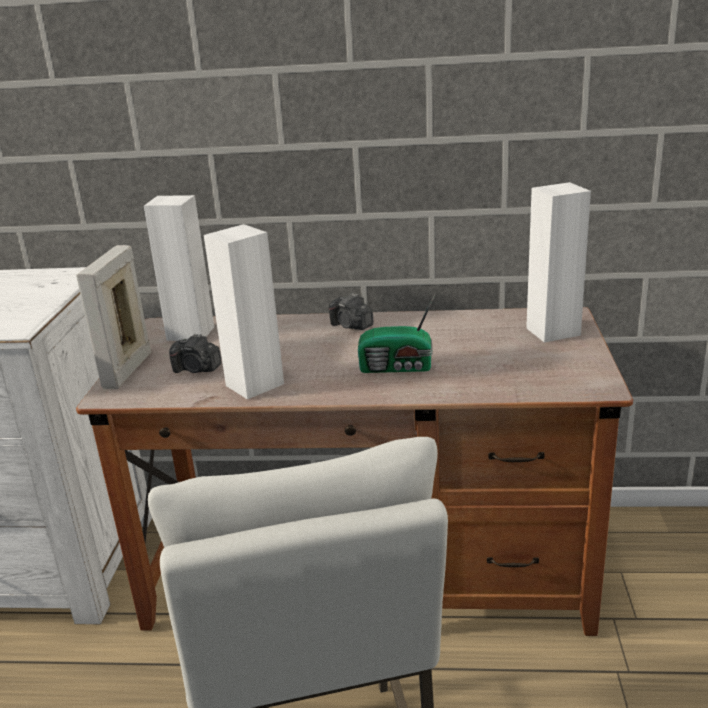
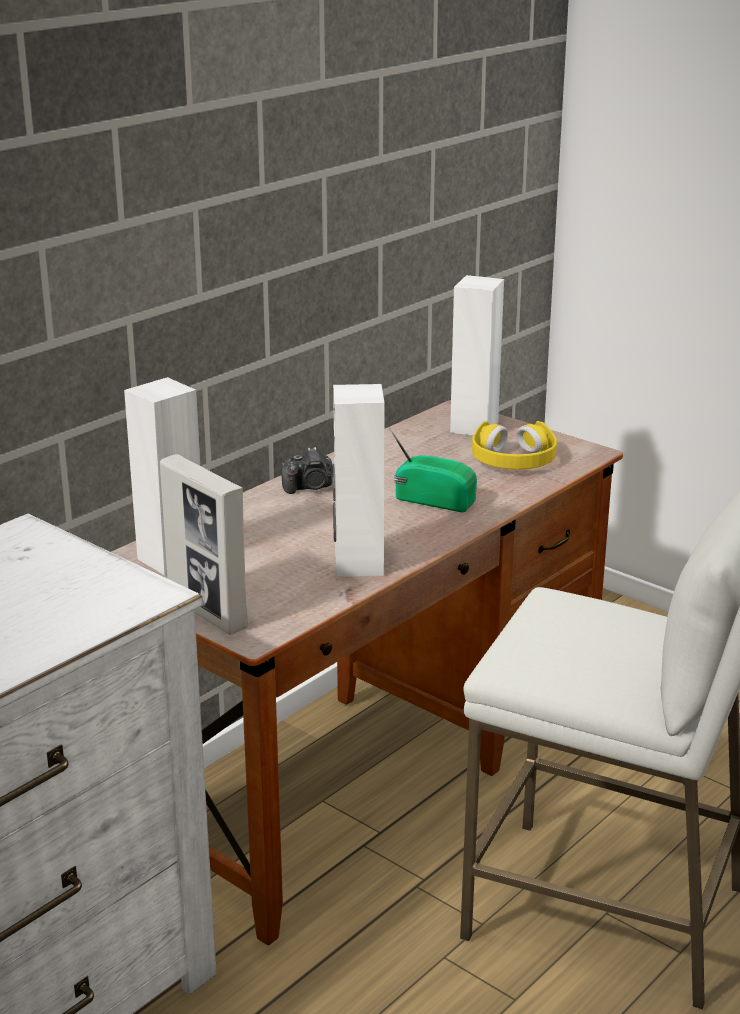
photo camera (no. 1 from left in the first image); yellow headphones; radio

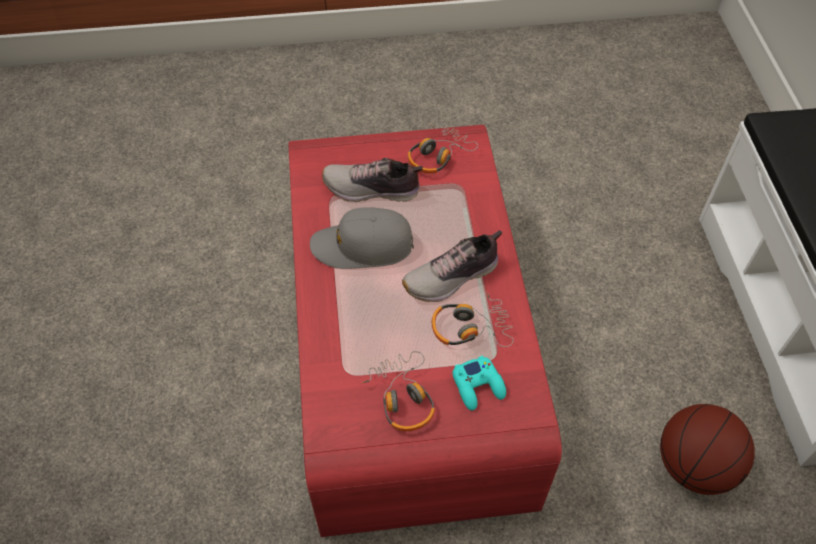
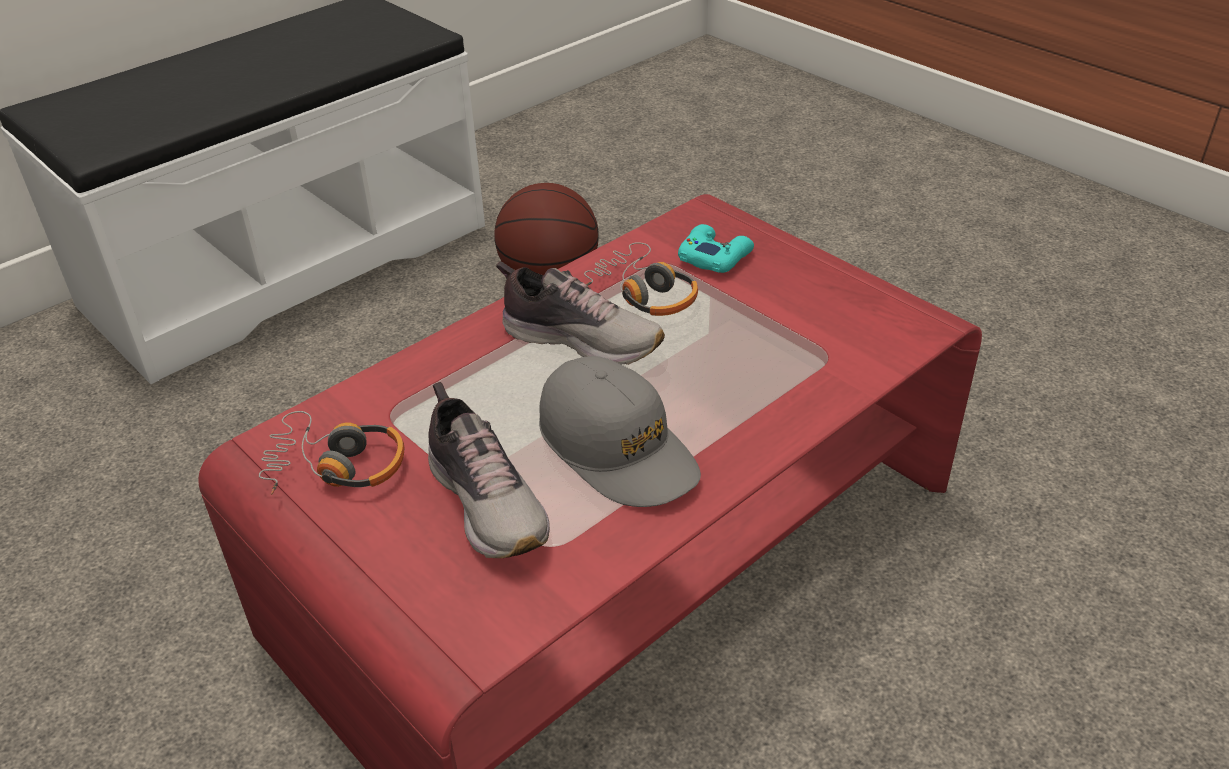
headphones (no. 1 from left in the first image)

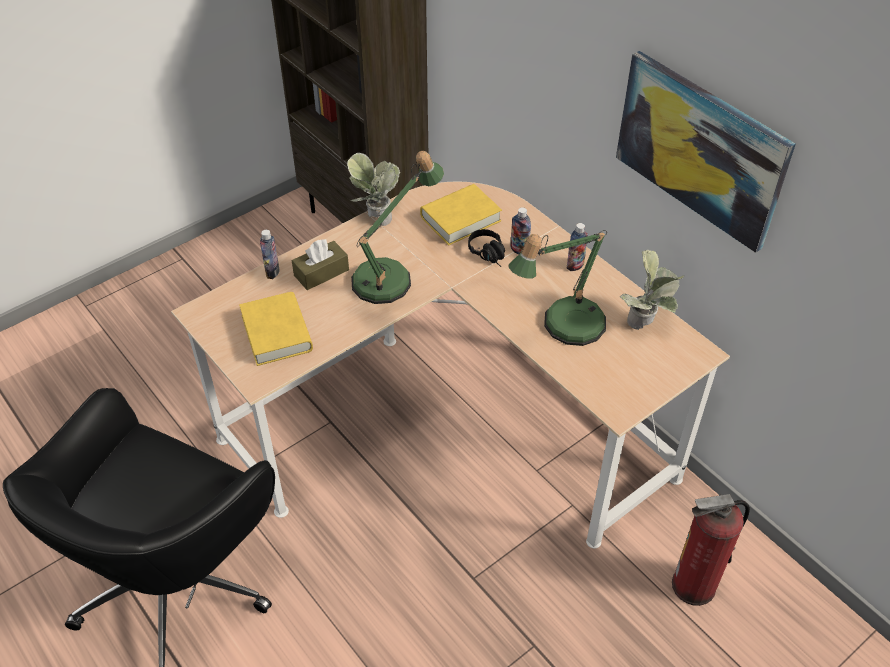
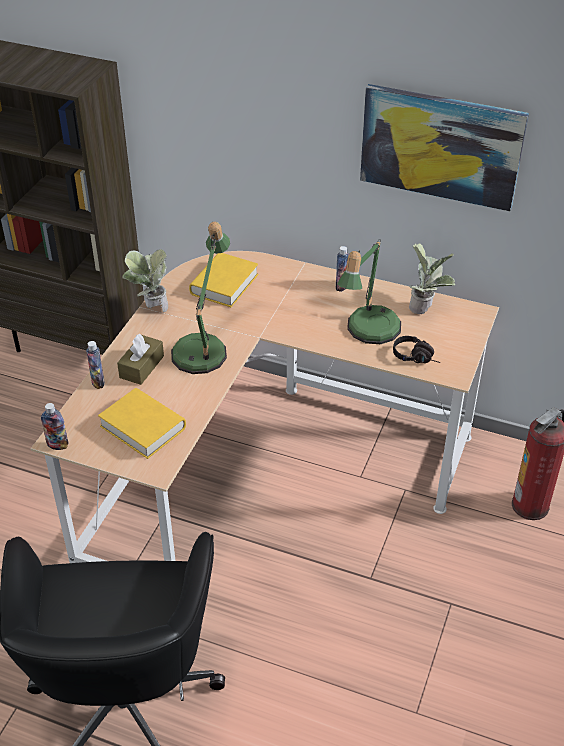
black headphones; bottle (no. 1 from left)

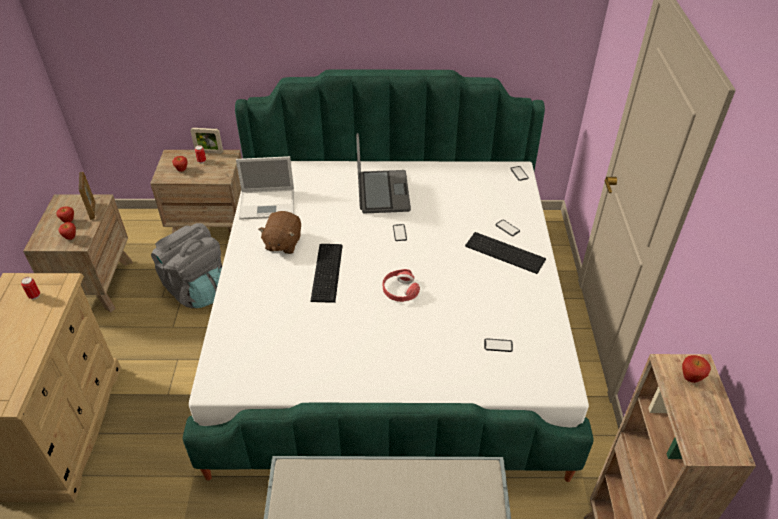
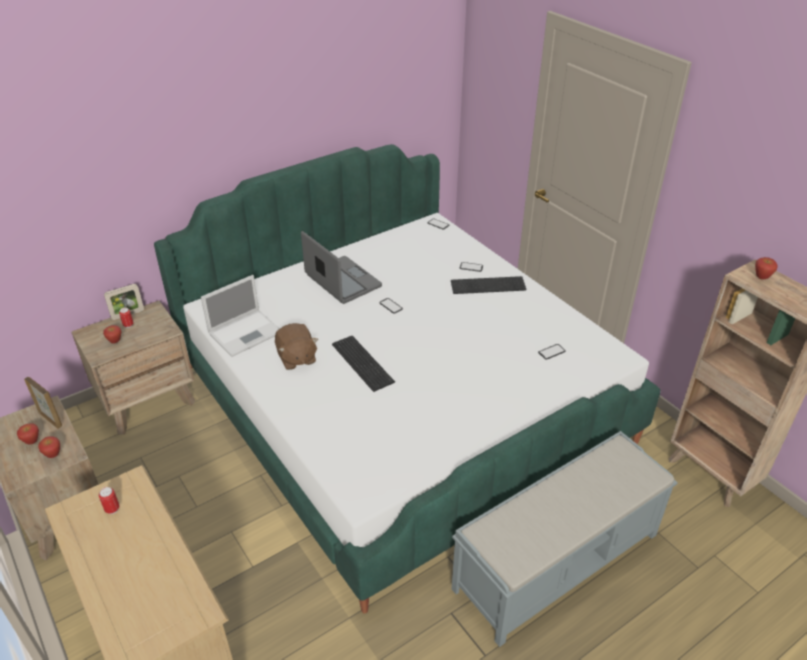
grey backpack; red headphones

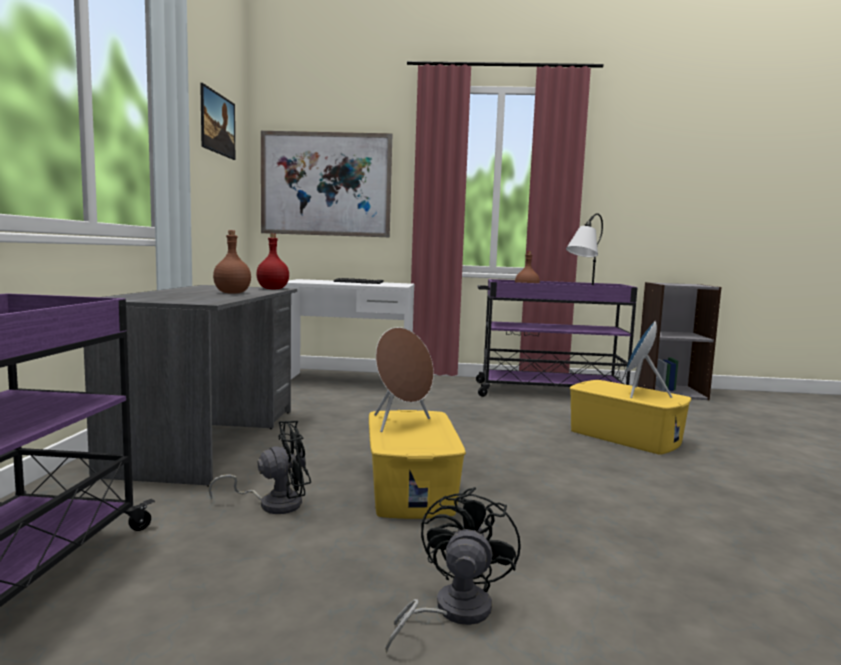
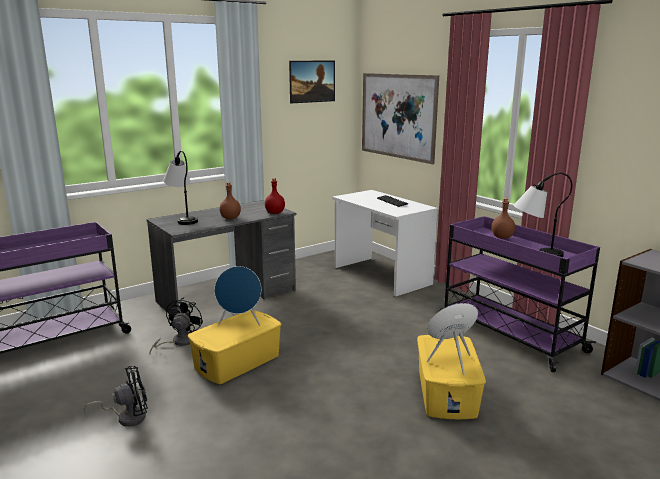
table lamp (no. 1 from left); blue speaker (no. 1 from left); black fan (no. 2 from left)

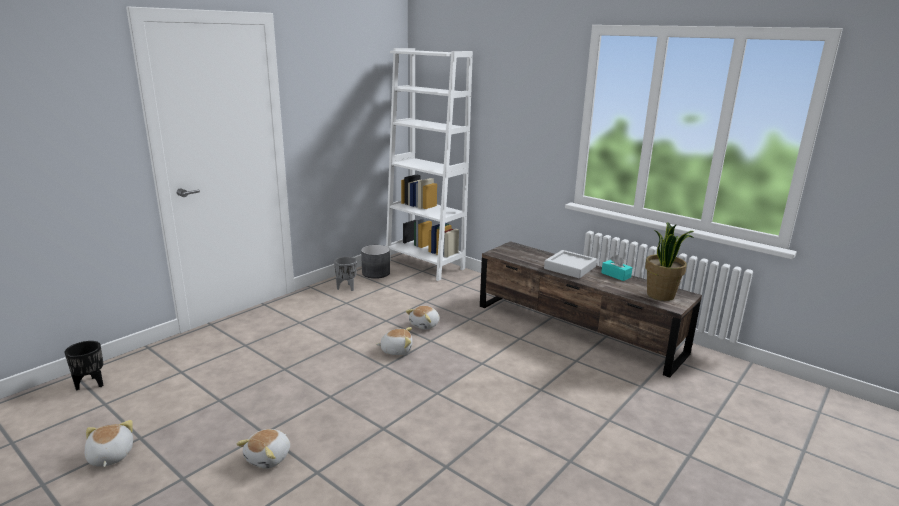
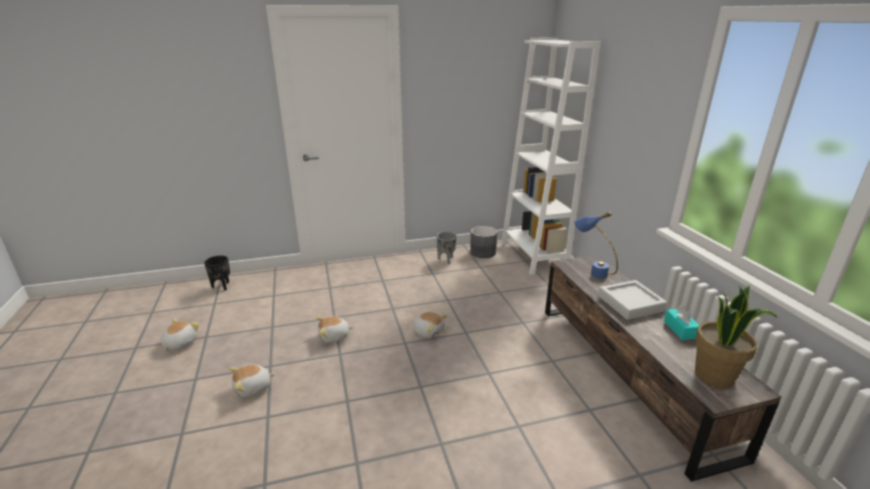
blue table lamp; plush toy (no. 3 from left)

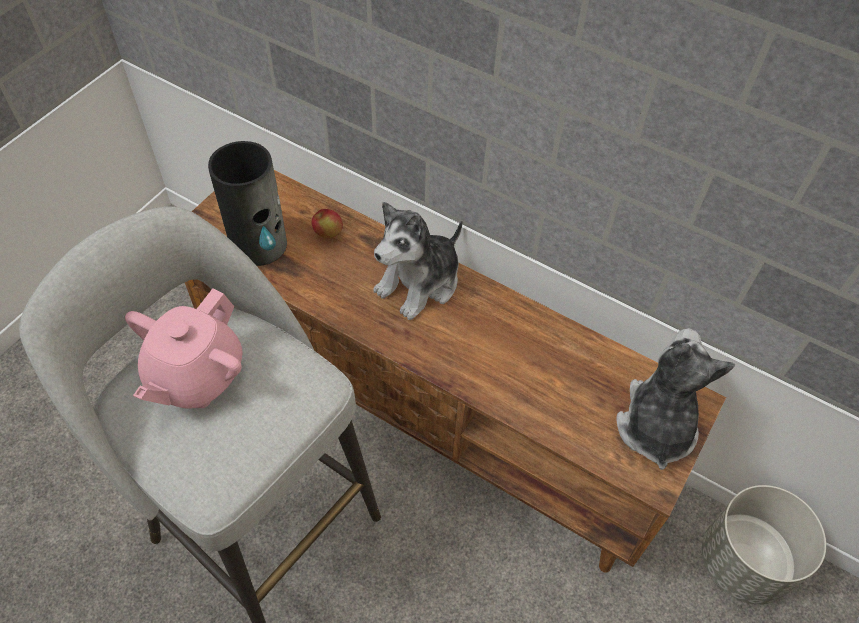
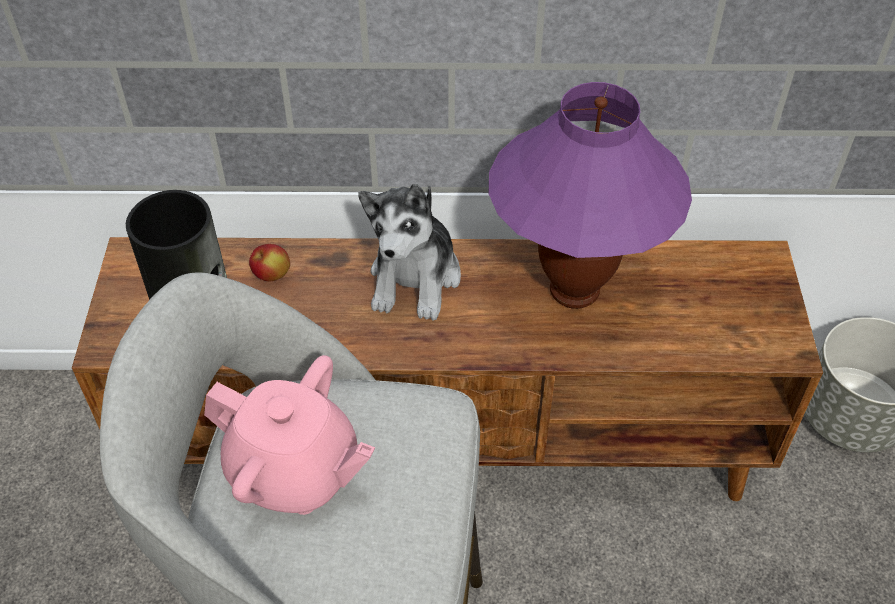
plush toy (no. 2 from left in the first image); purple table lamp; pink teapot

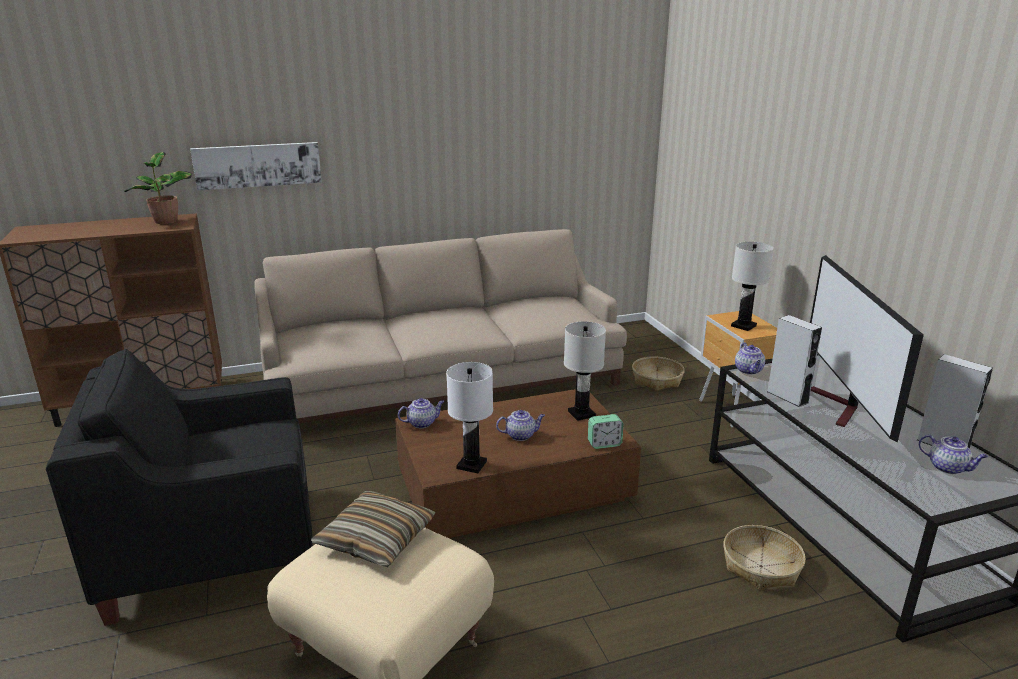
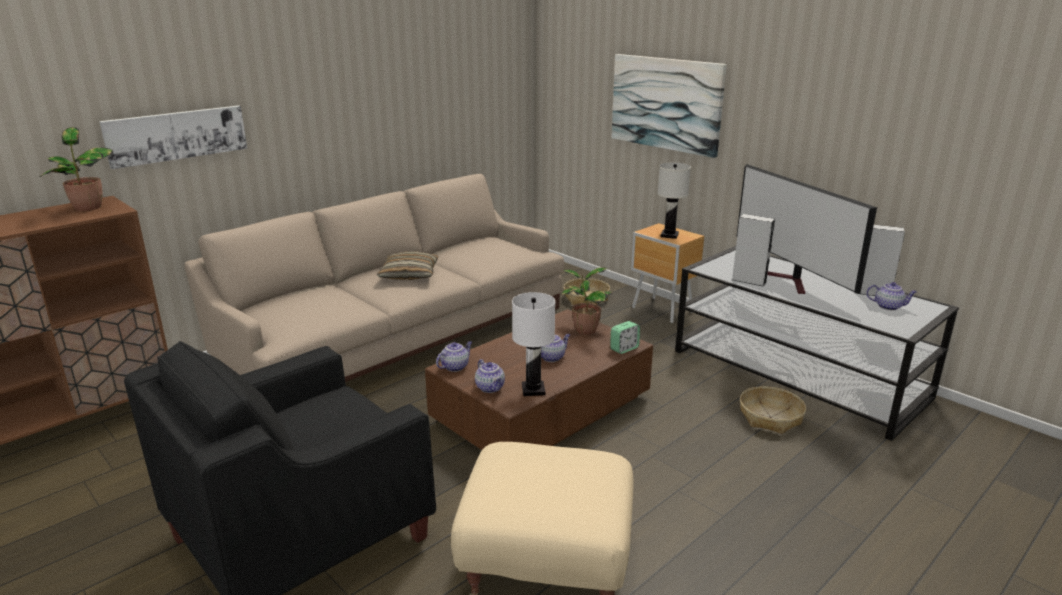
picture (no. 2 from left); pillow; teapot (no. 2 from left); potted plant (no. 2 from left)

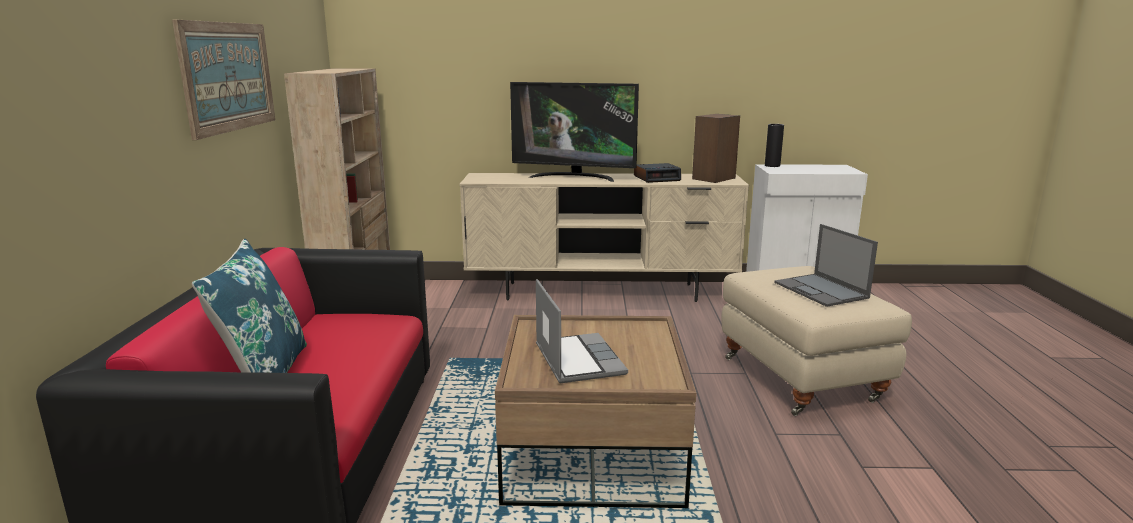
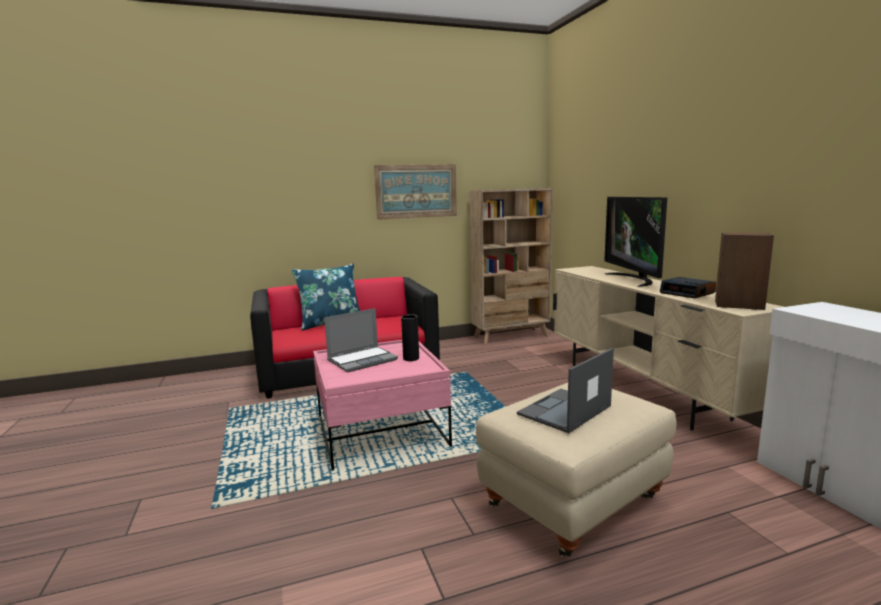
black vase; pink coffee table

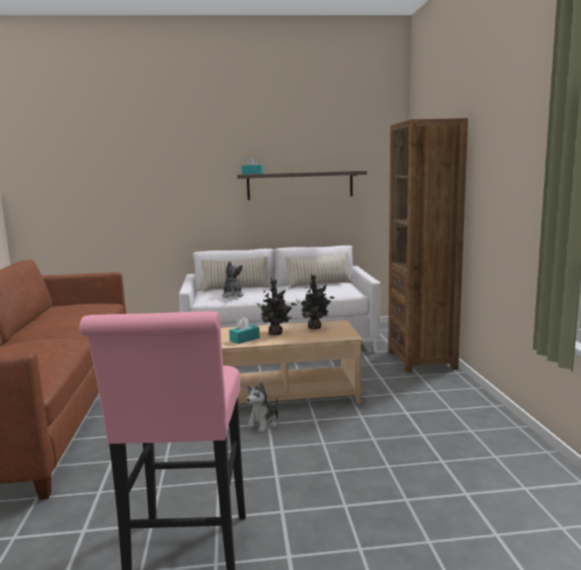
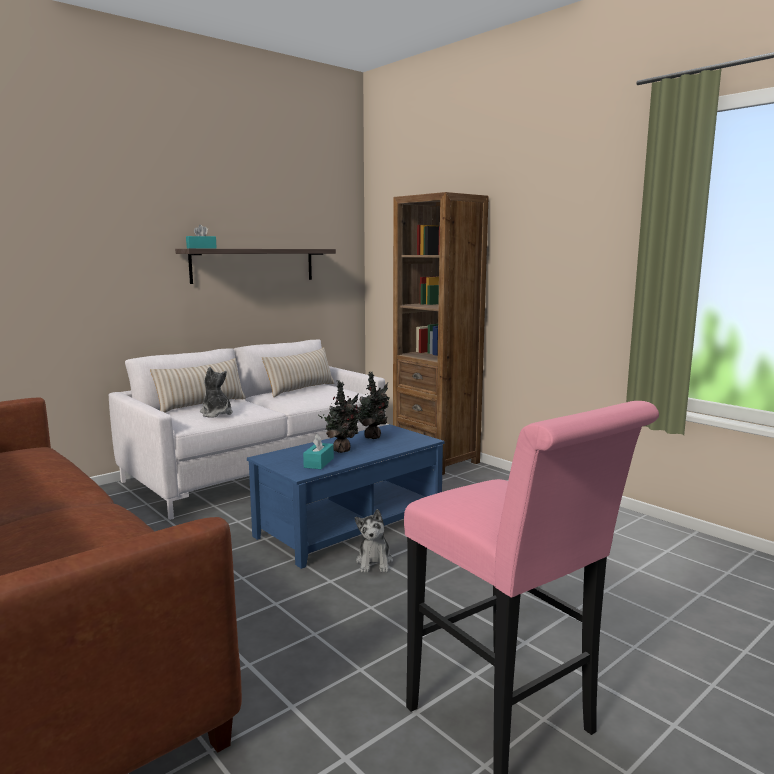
blue coffee table

